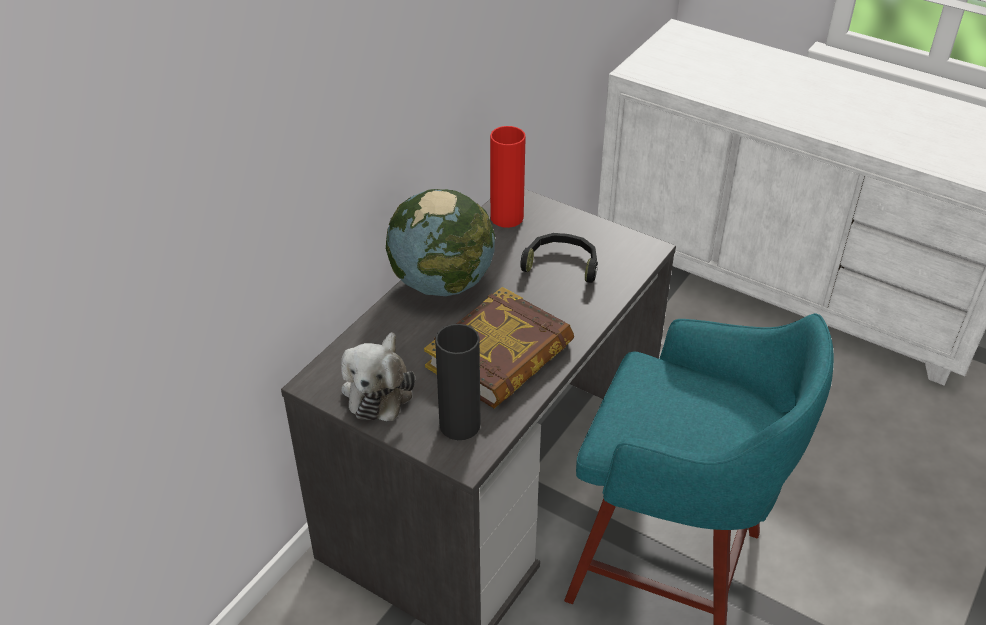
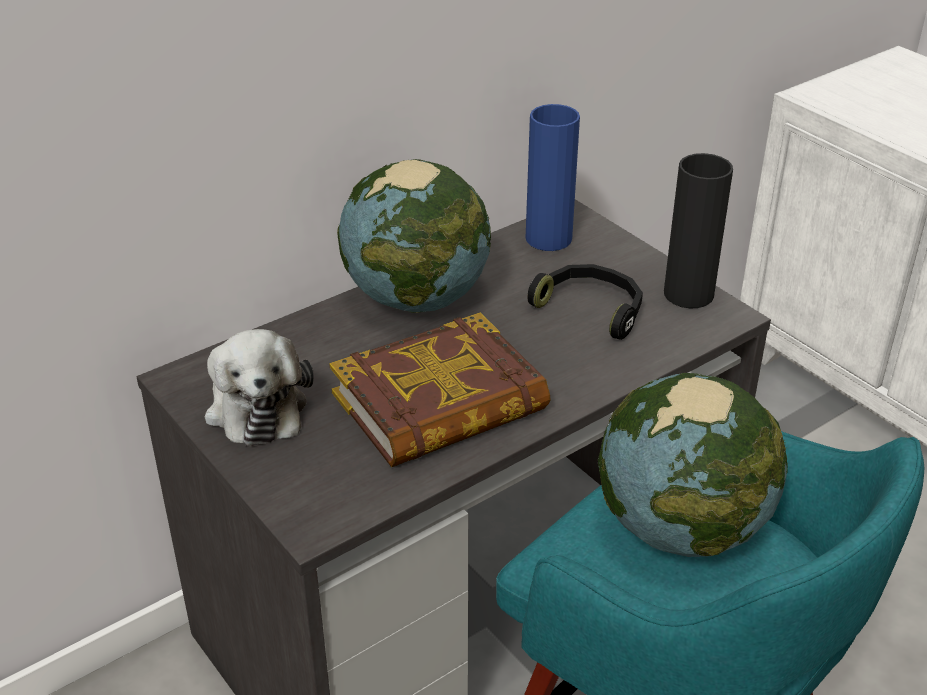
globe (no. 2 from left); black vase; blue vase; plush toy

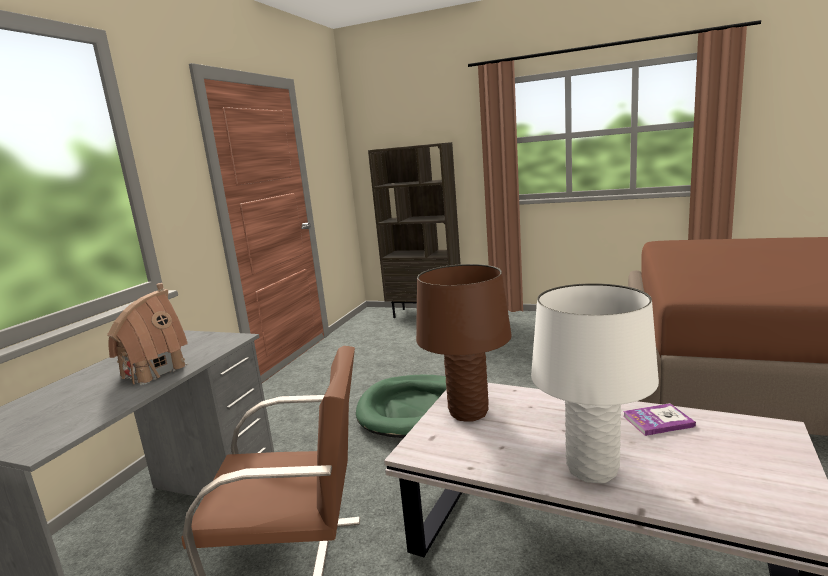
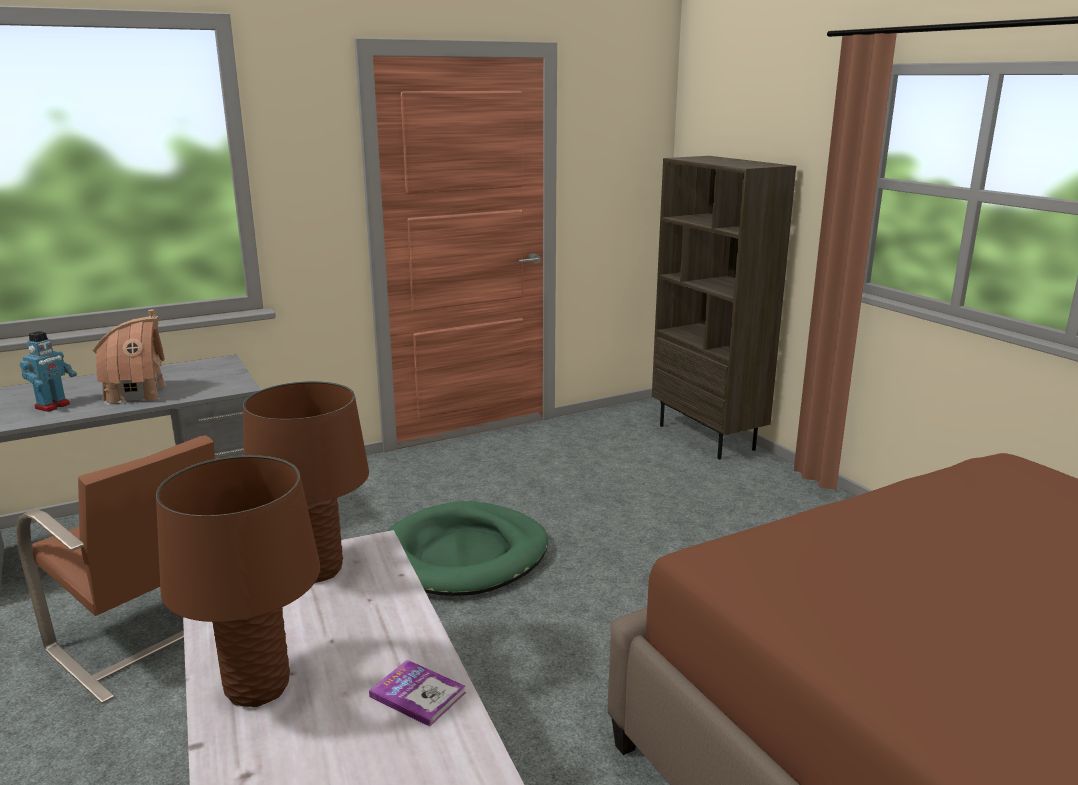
toy robot; brown table lamp (no. 1 from left)

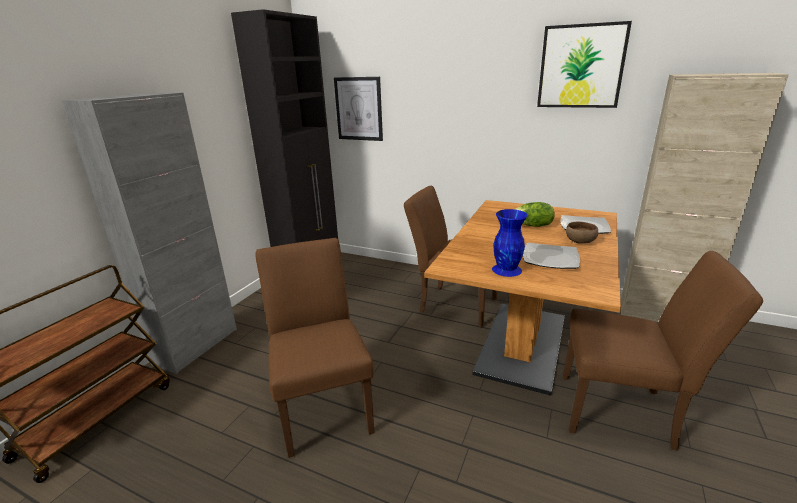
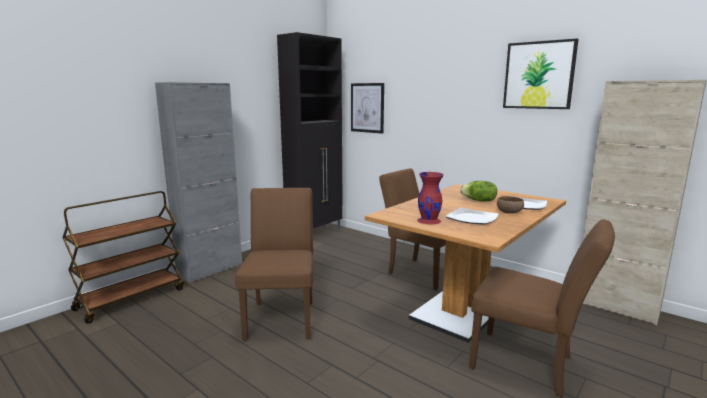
red vase

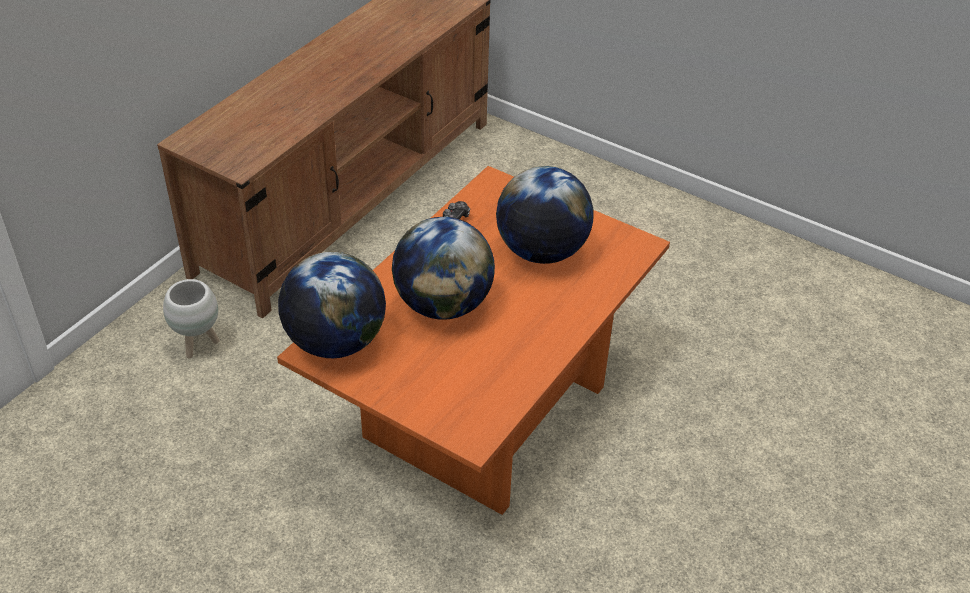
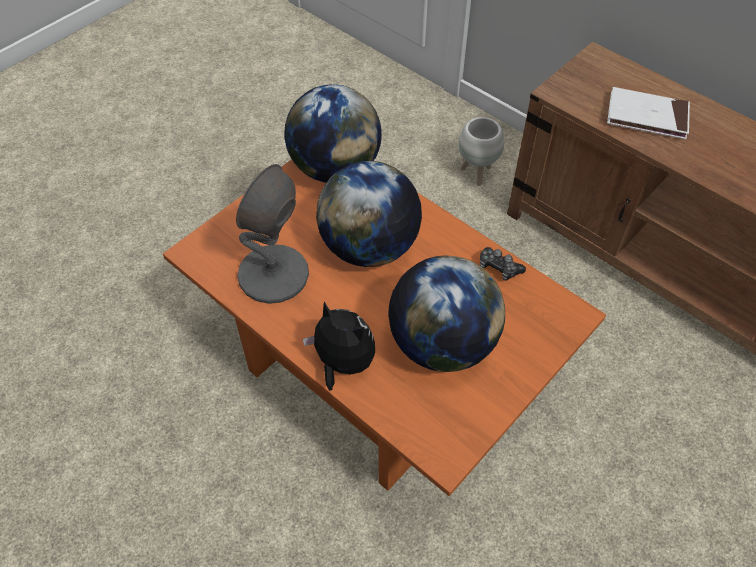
grey table lamp; plush toy; white book

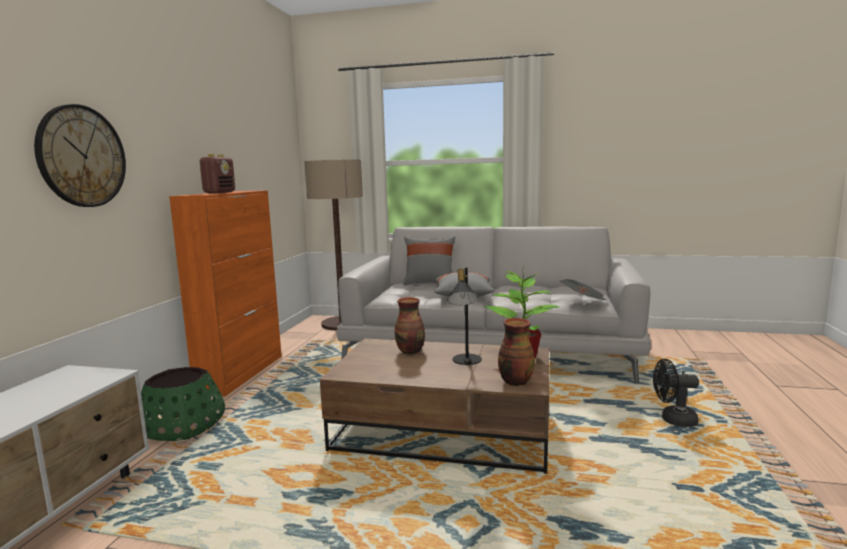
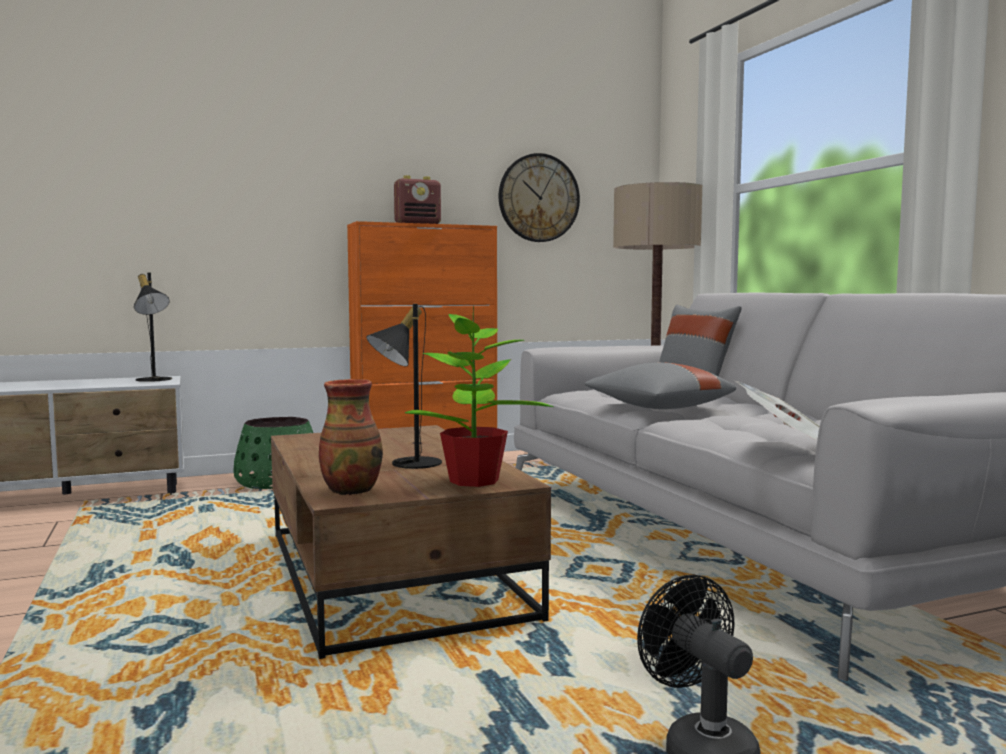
vase (no. 1 from left in the first image); black table lamp (no. 1 from left); wall clock

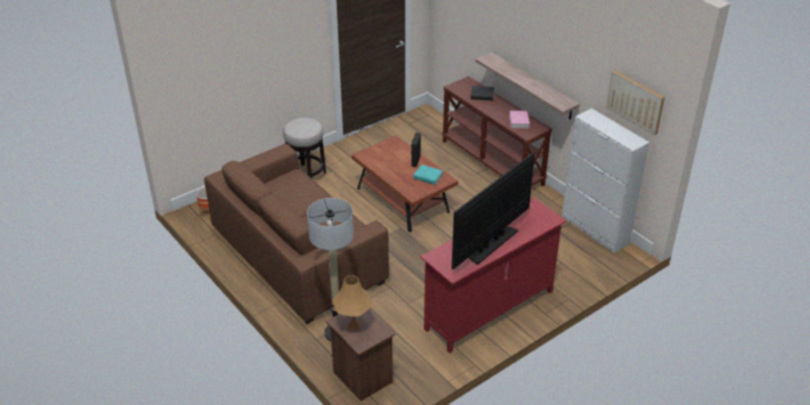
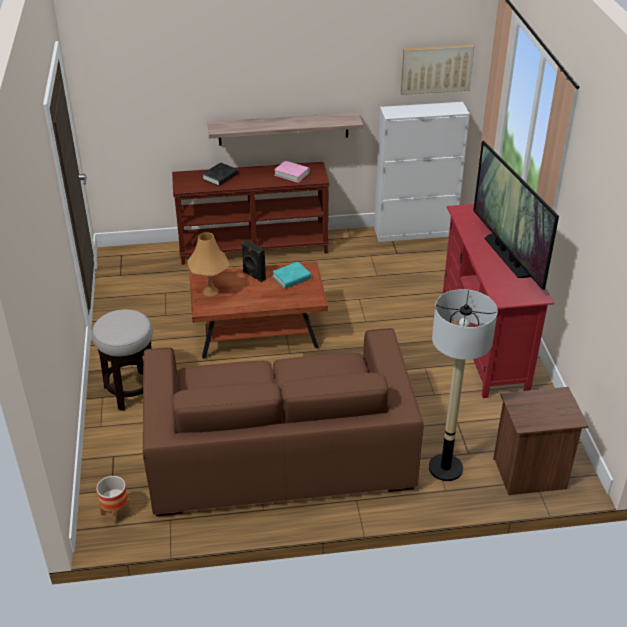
orange table lamp

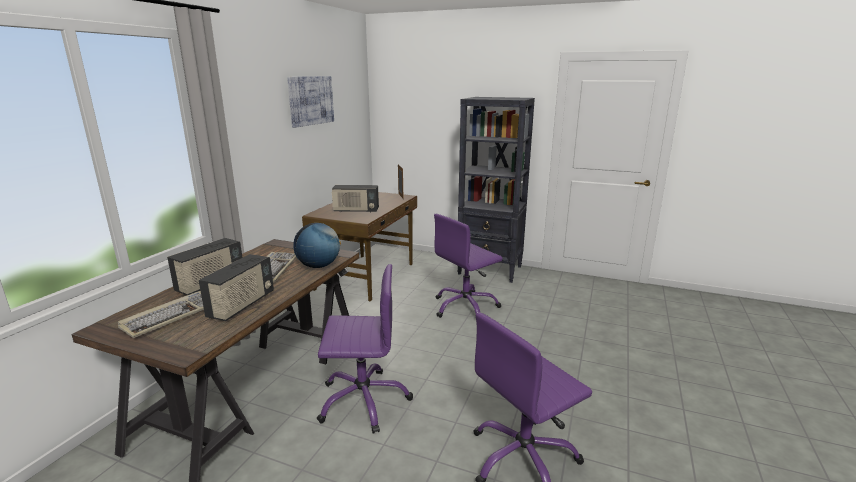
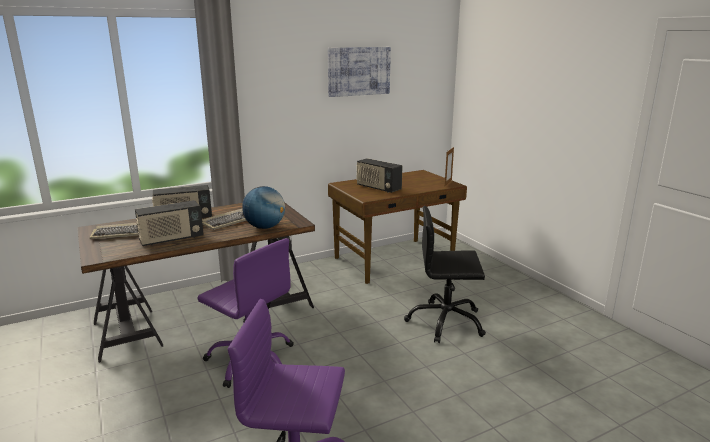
black bookcase; black office chair

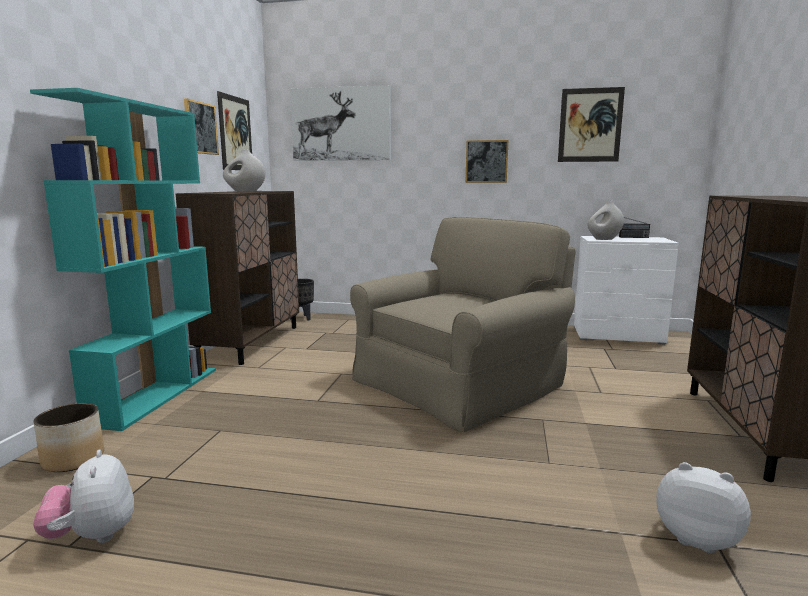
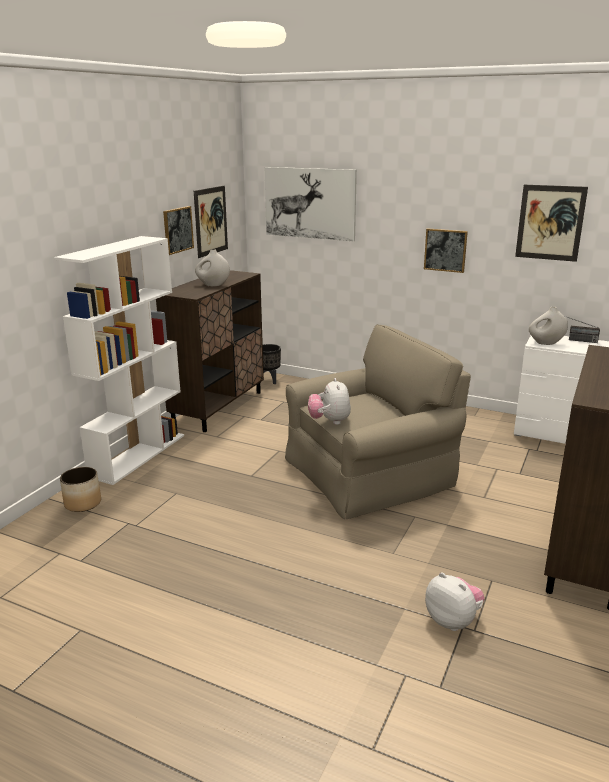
plush toy (no. 1 from left); white bookcase

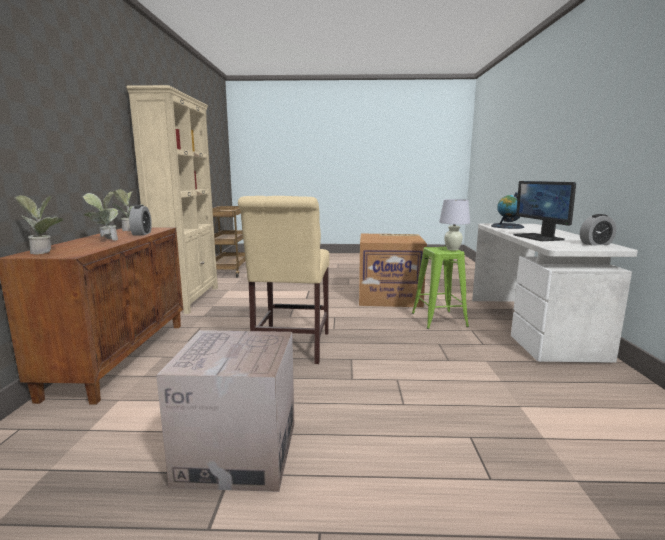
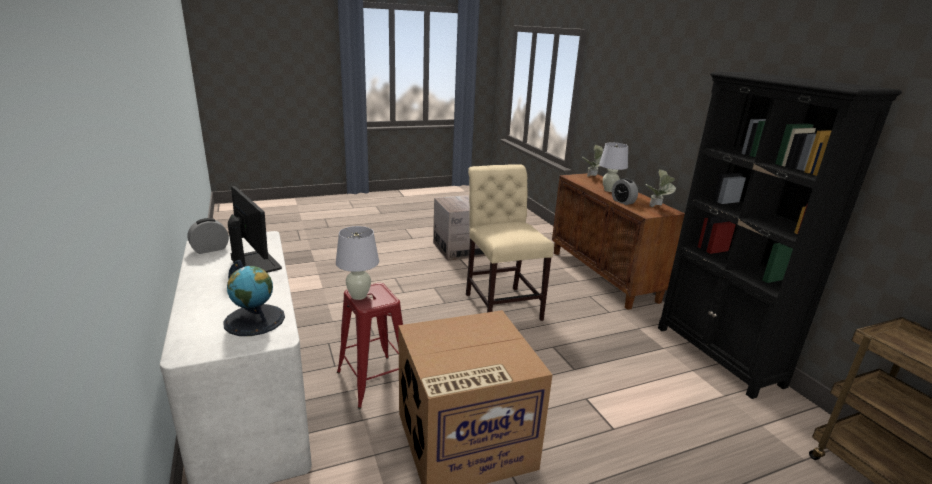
white table lamp (no. 2 from left); black bookcase; red stool

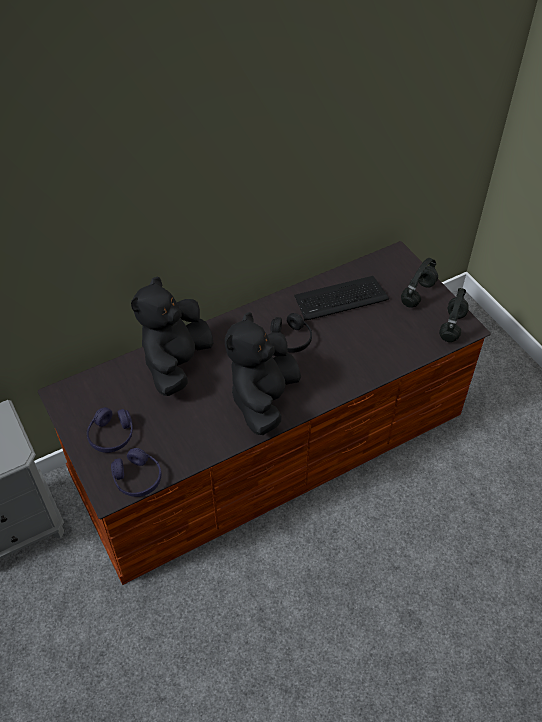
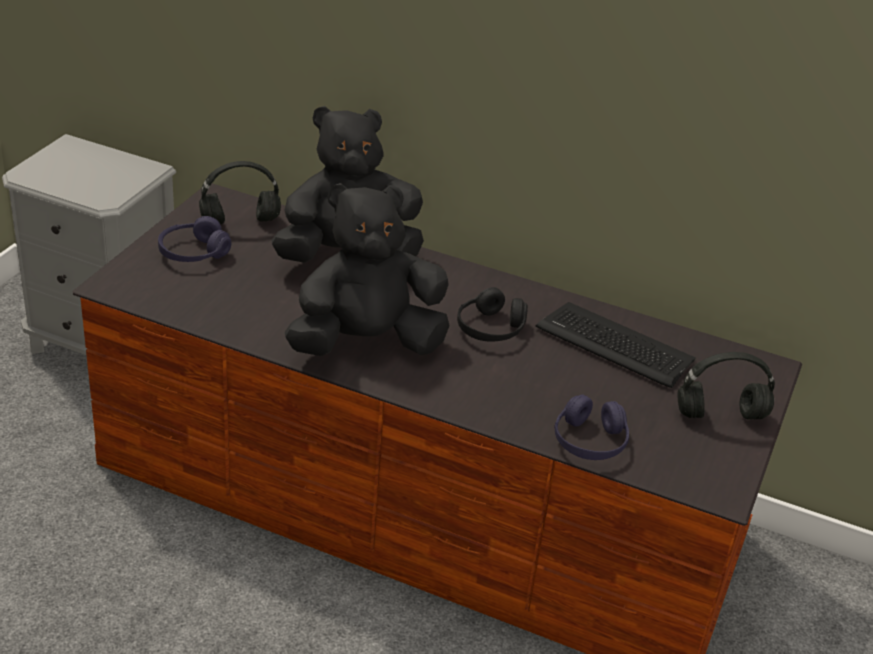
purple headphones (no. 2 from left); black headphones (no. 1 from left)

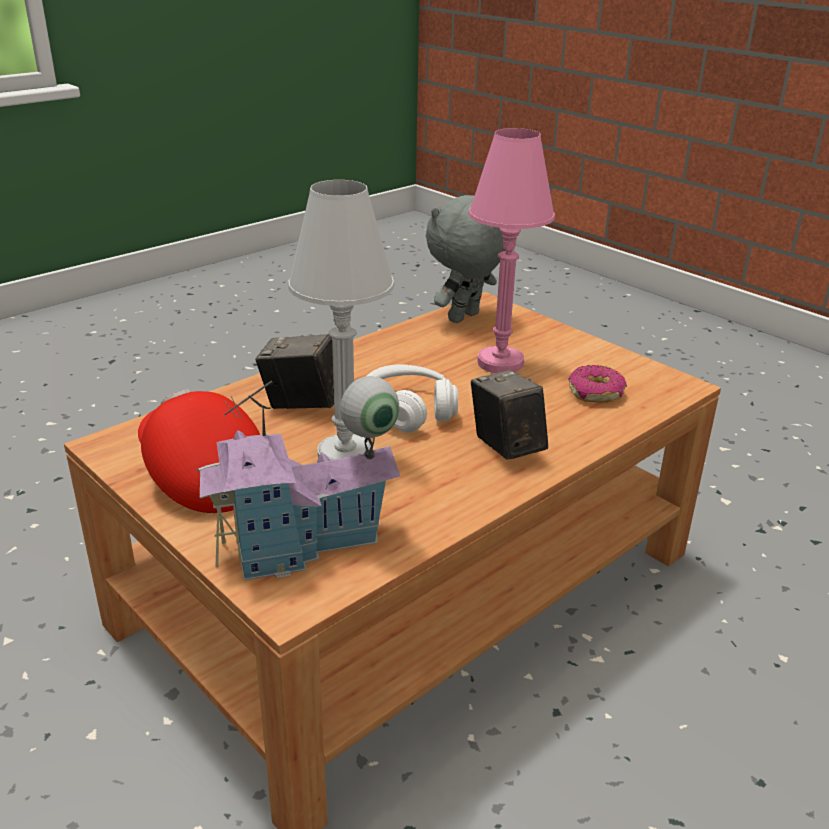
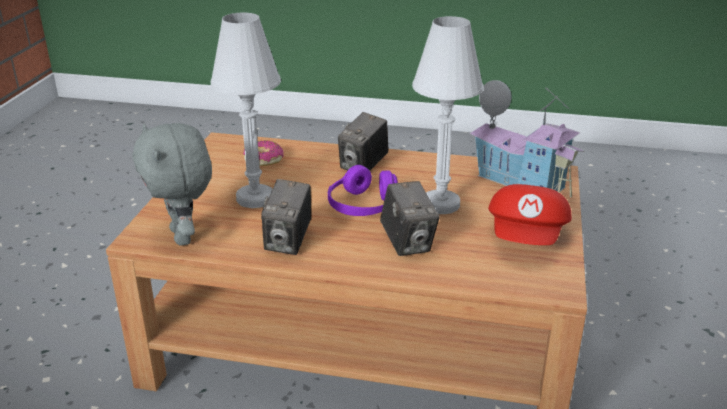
photo camera (no. 1 from left); purple headphones; white table lamp (no. 1 from left); grey plush toy

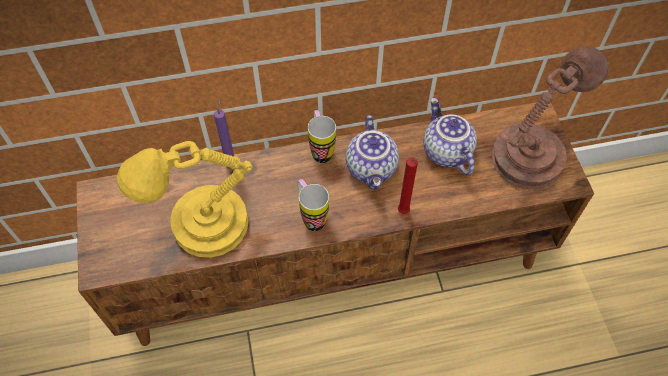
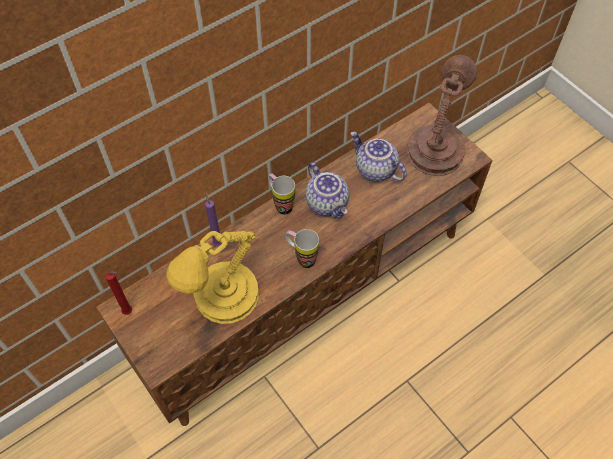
red candle

